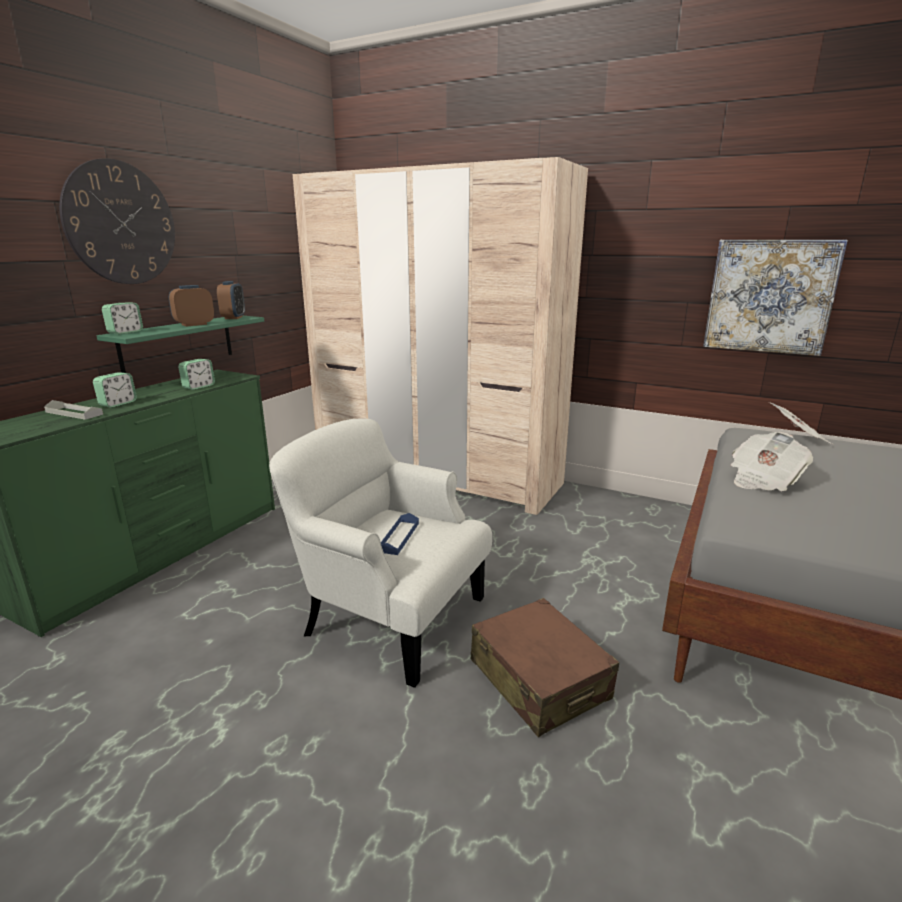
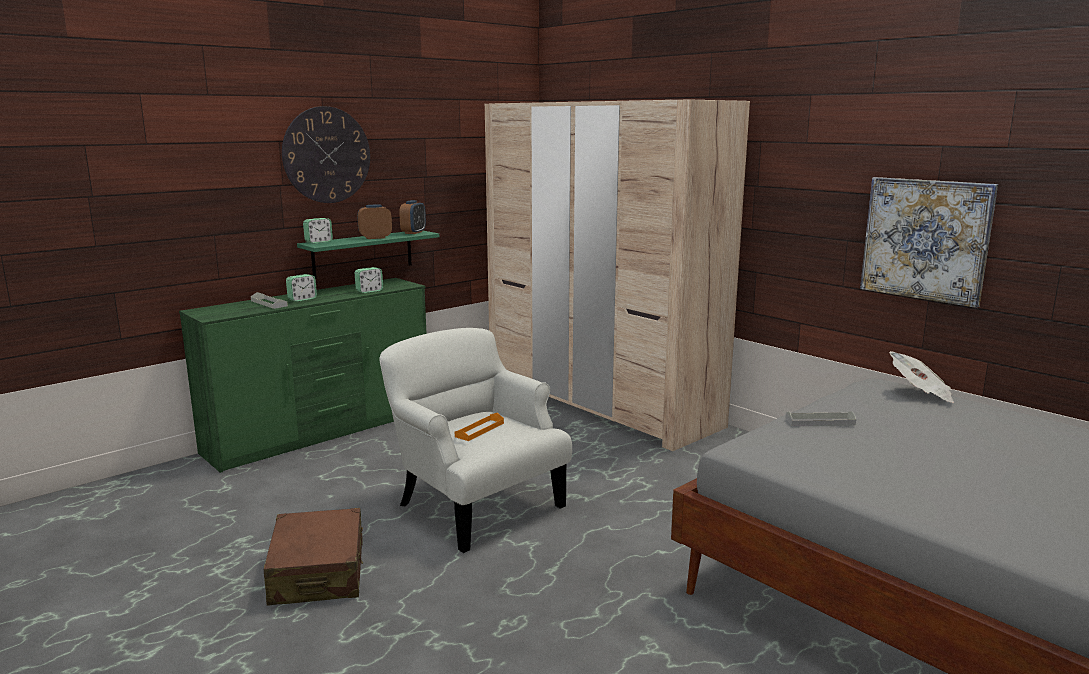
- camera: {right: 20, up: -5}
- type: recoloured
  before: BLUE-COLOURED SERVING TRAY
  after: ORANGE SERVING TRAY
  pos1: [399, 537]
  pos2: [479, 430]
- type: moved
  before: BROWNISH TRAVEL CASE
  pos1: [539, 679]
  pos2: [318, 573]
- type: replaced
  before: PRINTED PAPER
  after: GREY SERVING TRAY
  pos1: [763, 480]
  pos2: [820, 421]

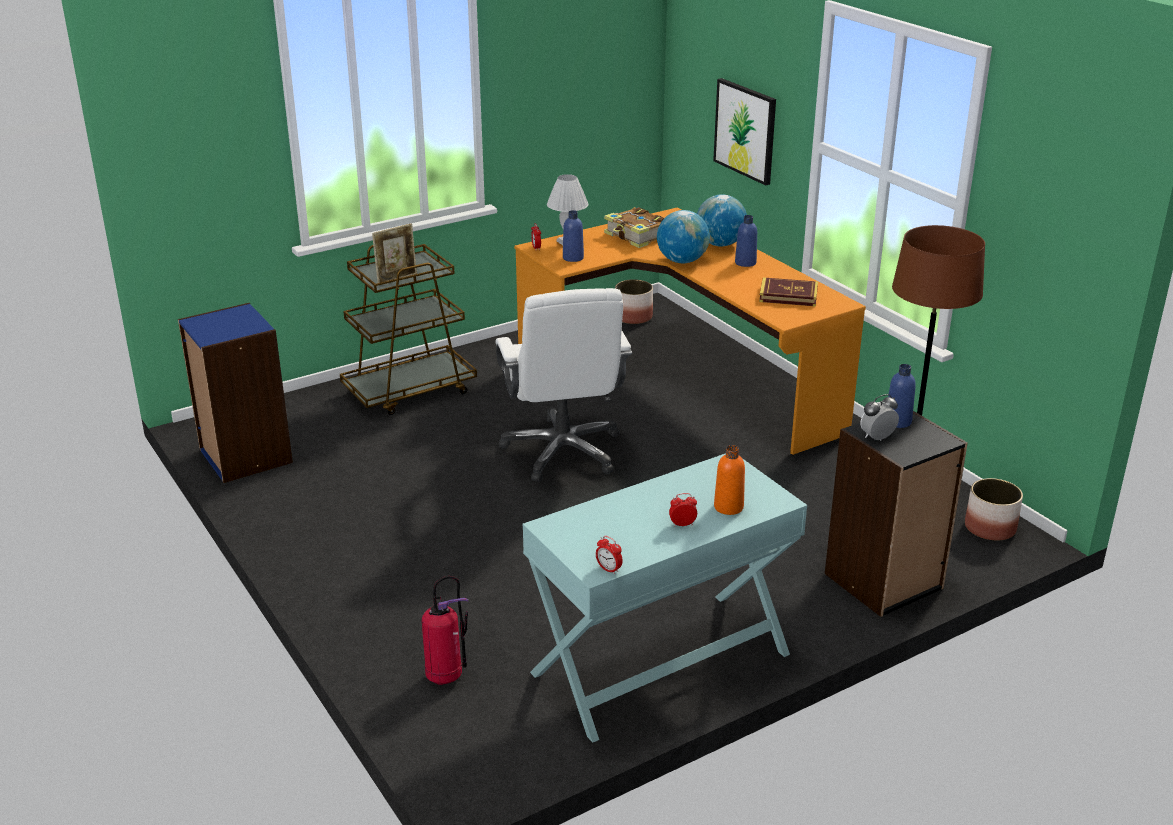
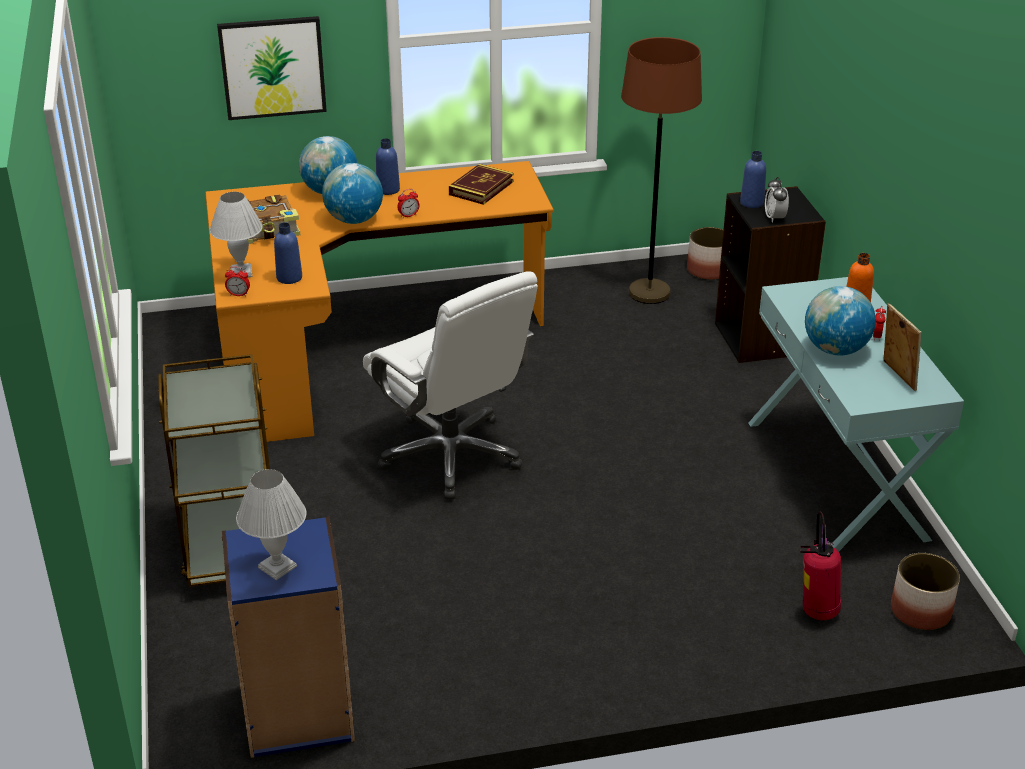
- camera: {right: -70, up: 5}
- type: moved
  before: PICTURE FRAME
  pos1: [396, 278]
  pos2: [896, 376]
- type: turned
  before: WHITE COMPUTER CHAIR
  pos1: [563, 451]
  pos2: [452, 455]
  turn: 45
- type: moved
  before: BEDSIDE CLOCK
  pos1: [609, 569]
  pos2: [408, 215]
- type: moved
  before: PLANTER
  pos1: [633, 317]
  pos2: [920, 611]
- type: added
  after: WHITE TABLETOP LAMP
  pos2: [276, 567]
- type: added
  after: GLOBE
  pos2: [835, 349]

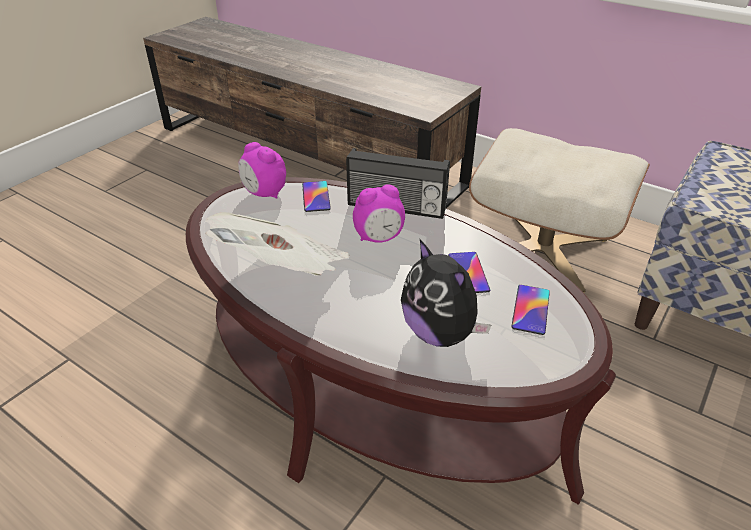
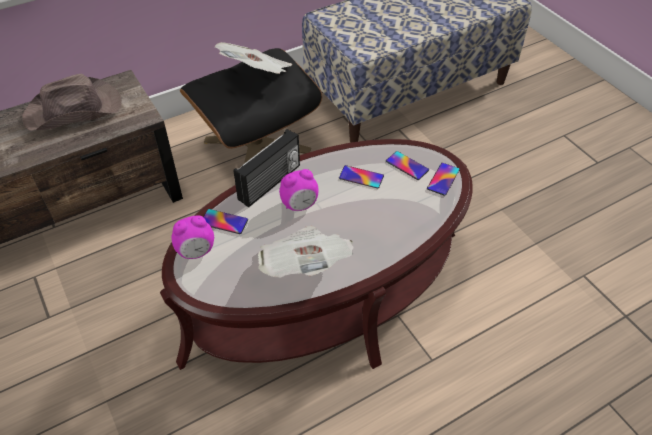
- camera: {right: -65, up: 10}
- type: turned
  before: BEDSIDE CLOCK
  pos1: [379, 238]
  pos2: [299, 205]
  turn: 60
- type: removed
  before: PLUSH TOY
  pos1: [440, 333]
- type: recoloured
  before: SAND-COLOURED FOOTREST
  after: BLACKISH FOOTREST
  pos1: [543, 249]
  pos2: [257, 145]
- type: added
  after: BROWNISH HAT
  pos2: [74, 110]
- type: added
  after: PRINTED PAPER
  pos2: [257, 74]
- type: added
  after: PHONE
  pos2: [443, 179]

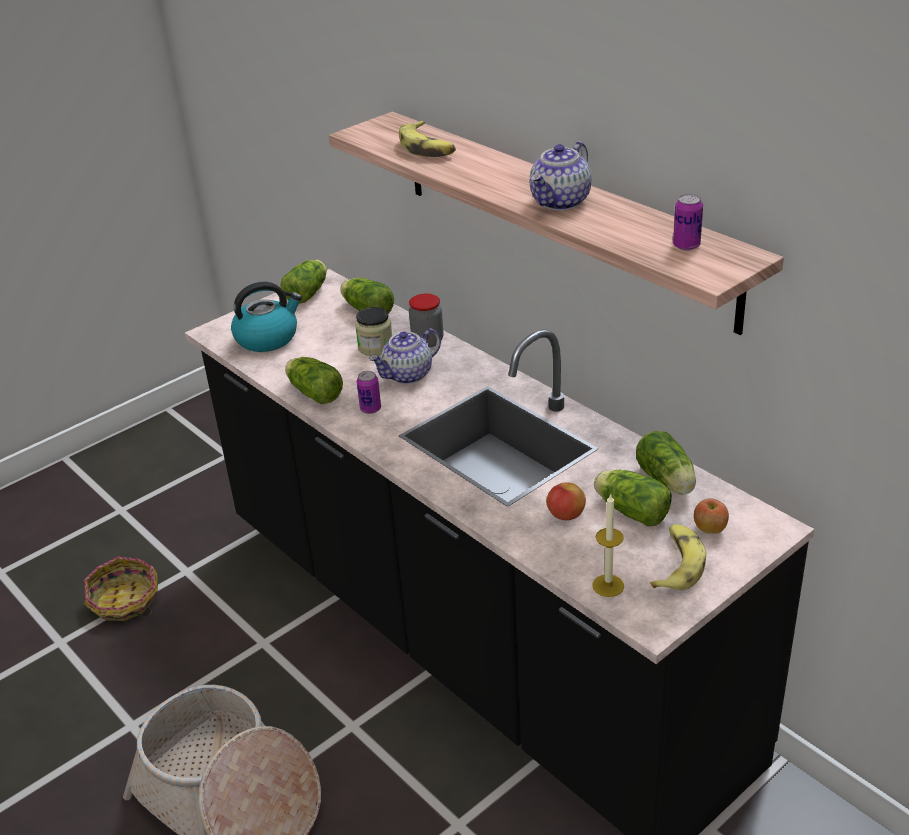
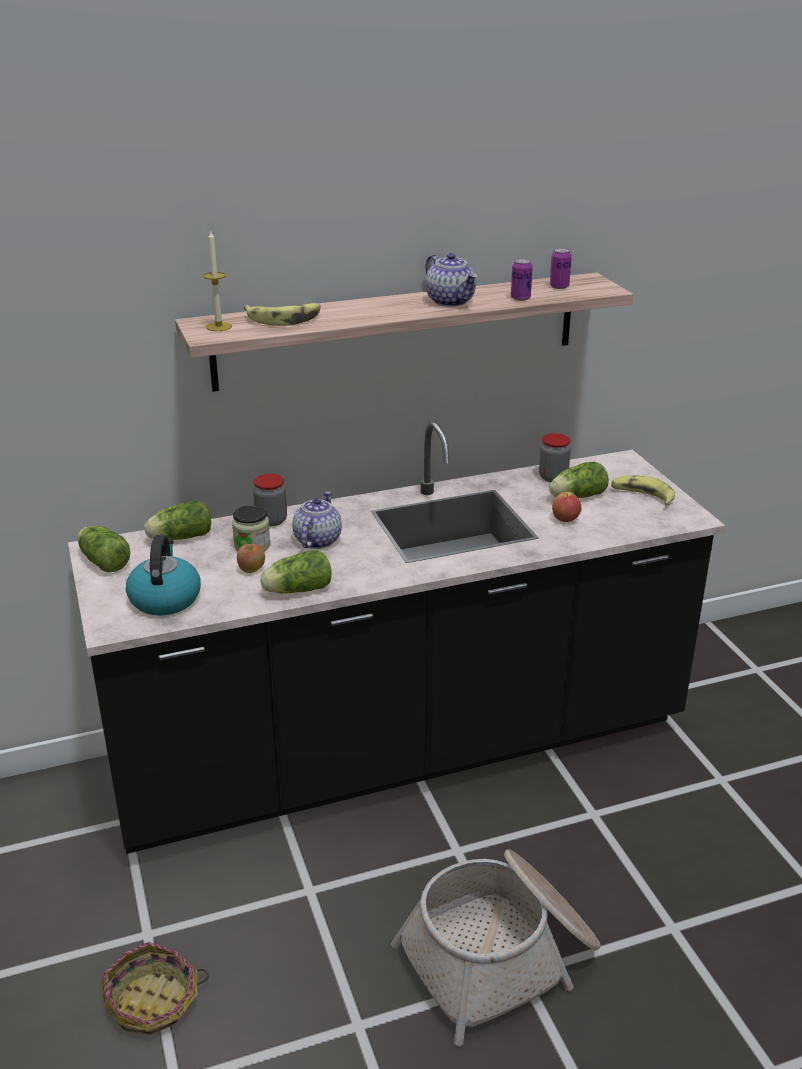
- camera: {right: -70, up: -5}
- type: moved
  before: CAN
  pos1: [370, 409]
  pos2: [520, 298]
- type: turned
  before: TEAPOT
  pos1: [408, 375]
  pos2: [317, 540]
  turn: -150
- type: moved
  before: WAX CANDLE
  pos1: [608, 585]
  pos2: [219, 327]
- type: replaced
  before: HEAD OF LETTUCE
  after: STORAGE JAR
  pos1: [667, 482]
  pos2: [553, 477]
- type: moved
  before: APPLE
  pos1: [709, 529]
  pos2: [252, 570]

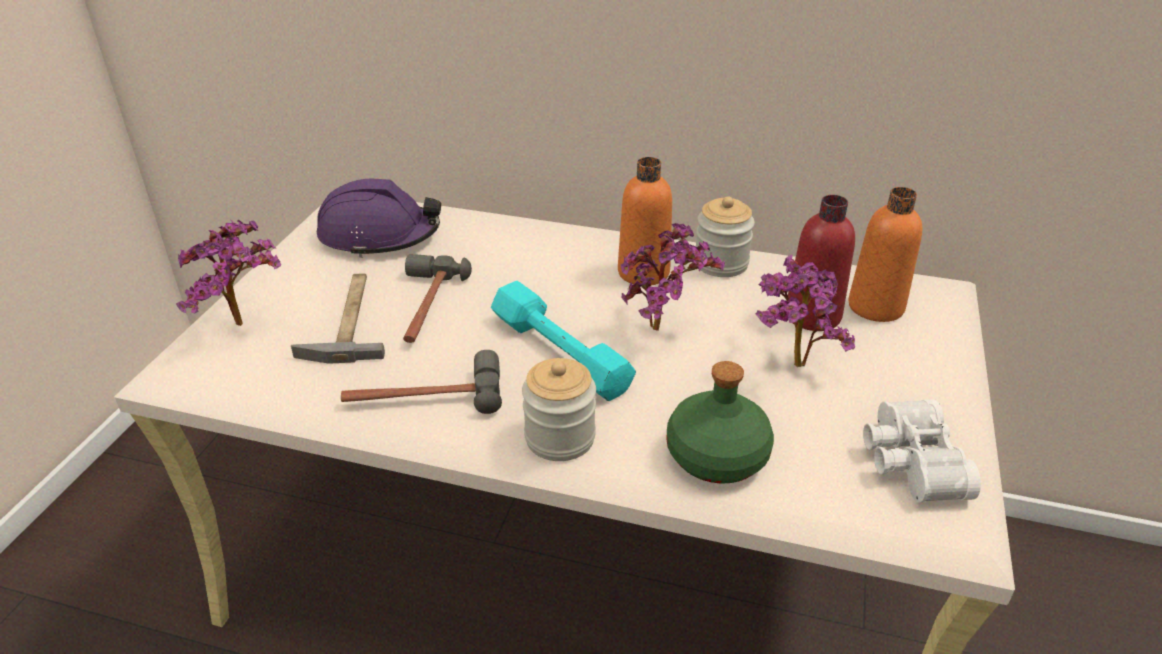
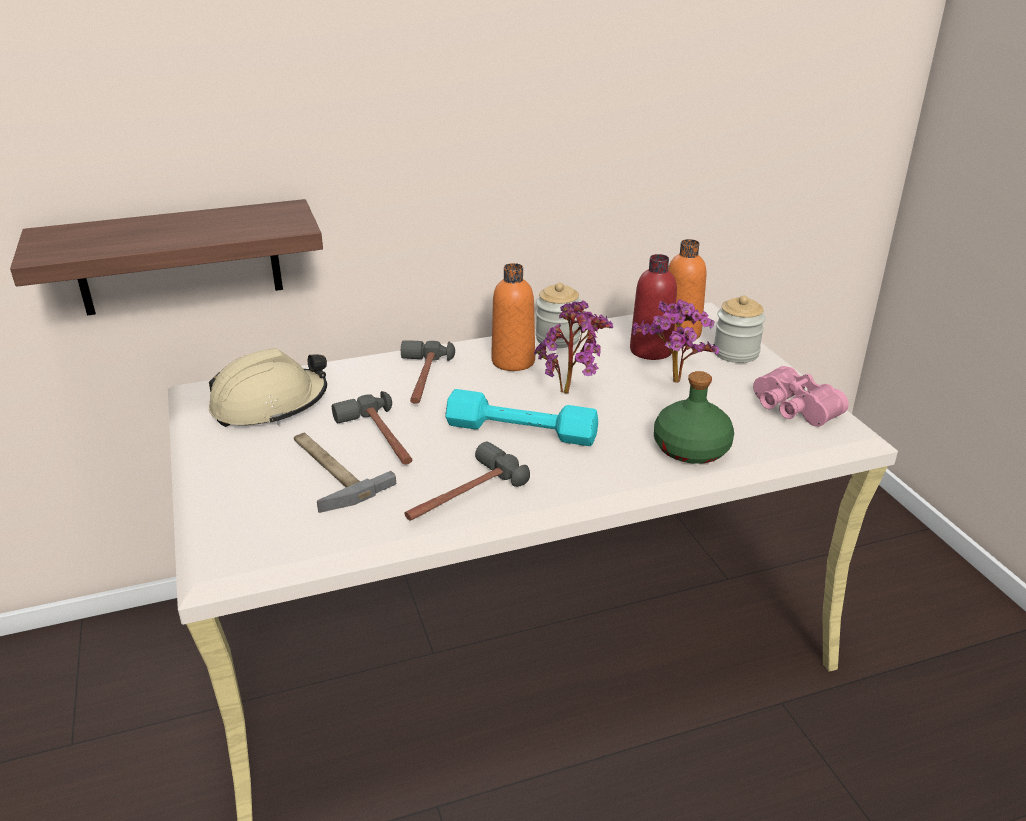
- camera: {right: -35, up: -5}
- type: removed
  before: POTTED PLANT
  pos1: [245, 326]
- type: recoloured
  before: PURPLE HARD HAT
  after: SAND-COLOURED HARD HAT
  pos1: [379, 236]
  pos2: [269, 405]
- type: moved
  before: STORAGE JAR
  pos1: [560, 437]
  pos2: [735, 353]
- type: recoloured
  before: WHITE PAIR OF BINOCULARS
  after: PINKISH PAIR OF BINOCULARS
  pos1: [908, 463]
  pos2: [792, 409]
- type: added
  after: BRACKET SHELF
  pos2: [179, 258]
- type: added
  after: HAMMER
  pos2: [421, 380]

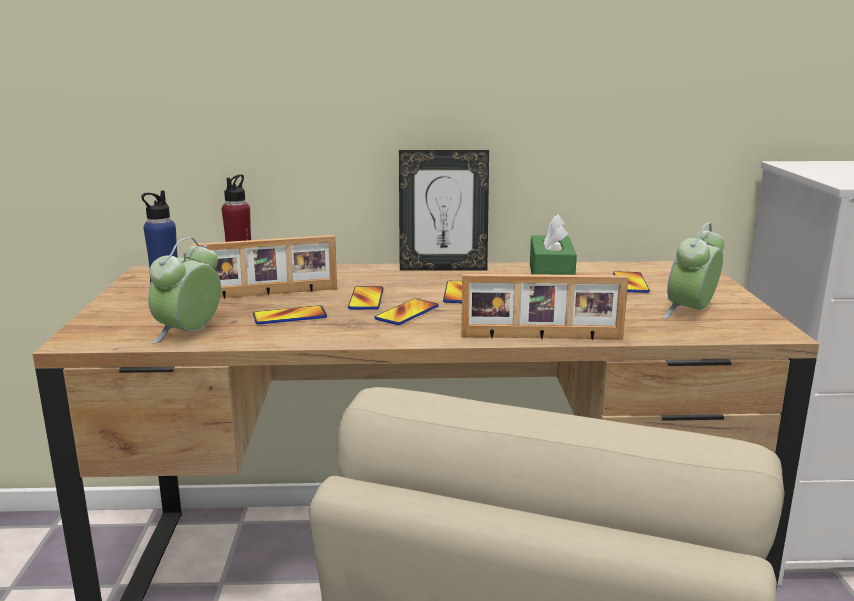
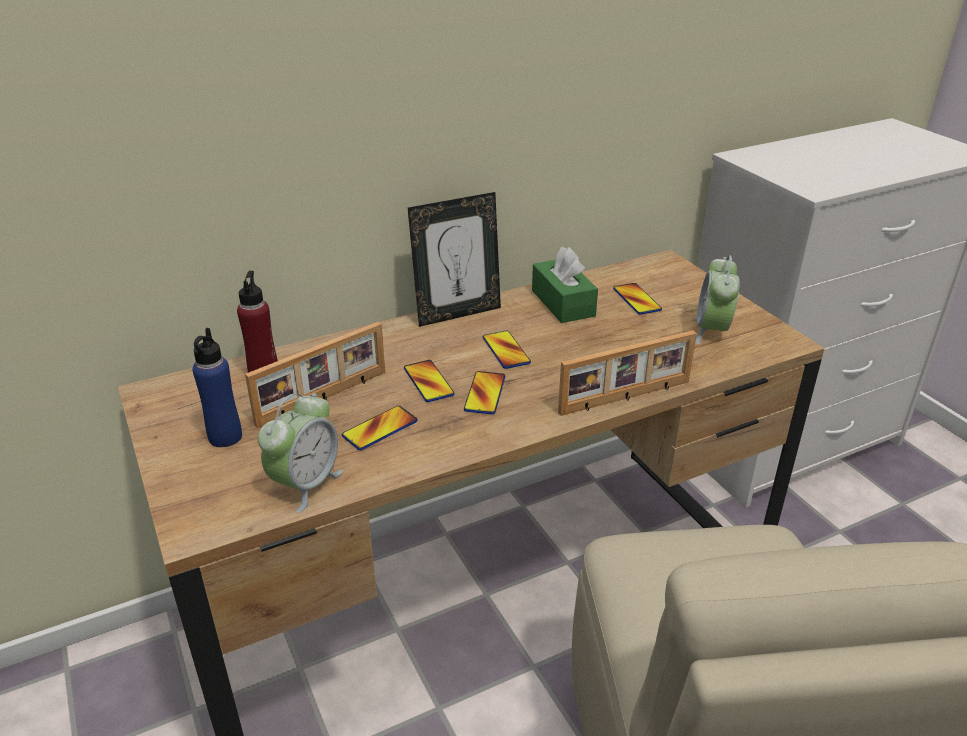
- camera: {right: -25, up: 15}
- type: turned
  before: BEDSIDE CLOCK
  pos1: [189, 334]
  pos2: [306, 484]
  turn: -150

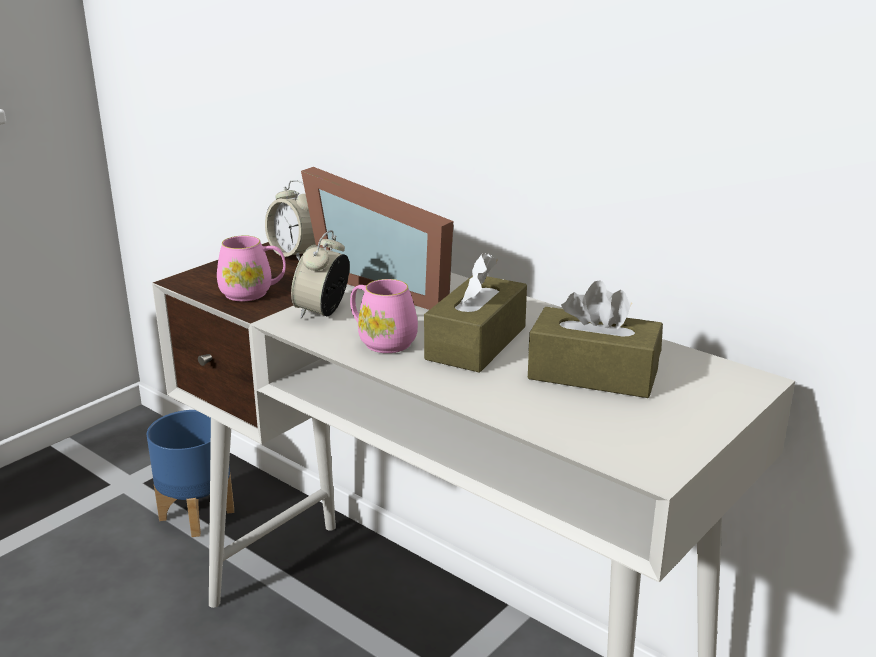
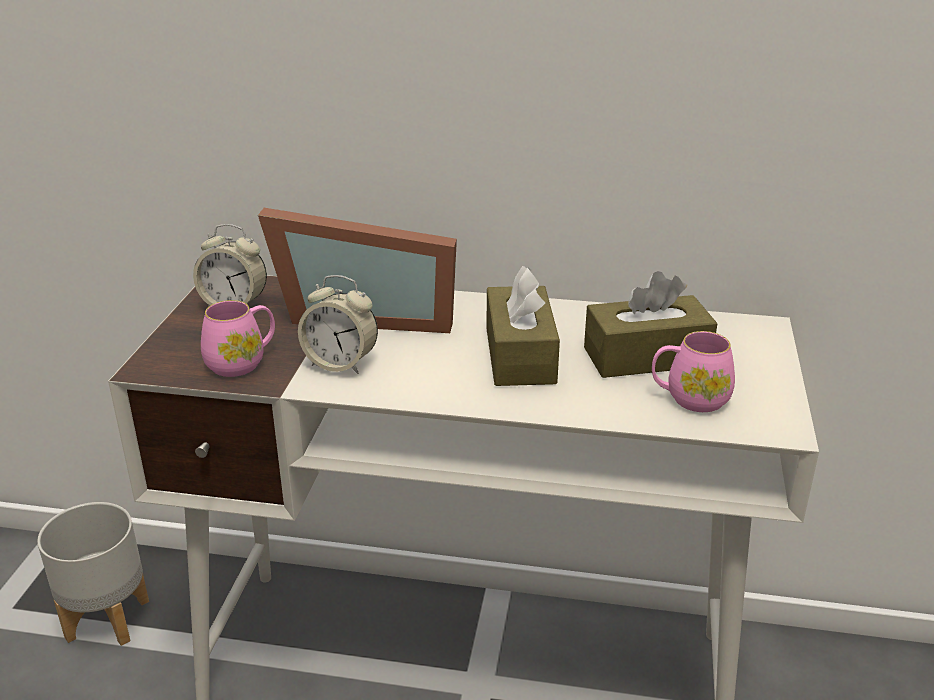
- camera: {right: -30, up: 5}
- type: recoloured
  before: BLUE-COLOURED PLANTER
  after: GREY PLANTER
  pos1: [198, 515]
  pos2: [109, 619]
- type: turned
  before: BEDSIDE CLOCK
  pos1: [322, 312]
  pos2: [340, 364]
  turn: -60
- type: moved
  before: PINKISH MUG
  pos1: [381, 341]
  pos2: [689, 398]

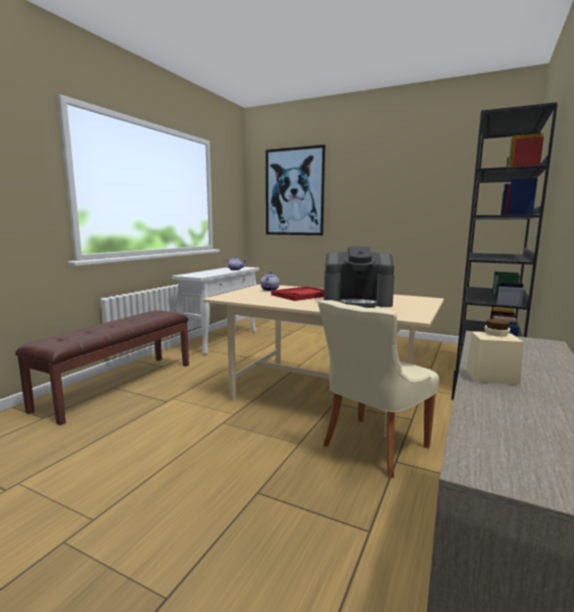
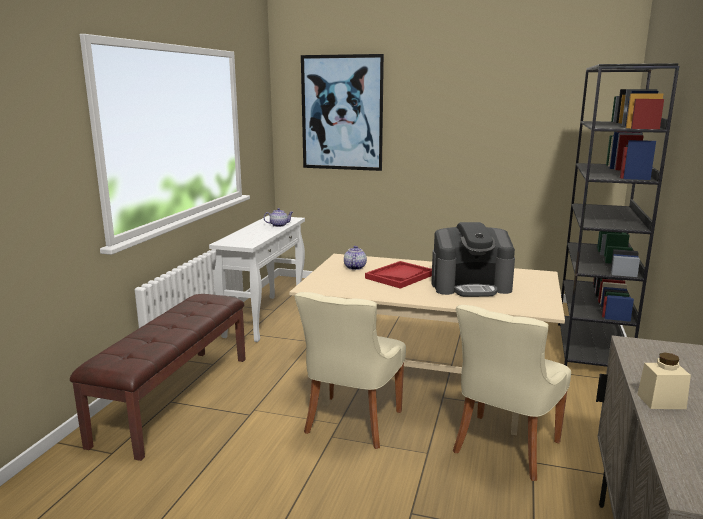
- camera: {right: -10, up: 5}
- type: added
  after: SAND-COLOURED PLAIN CHAIR
  pos2: [351, 423]

